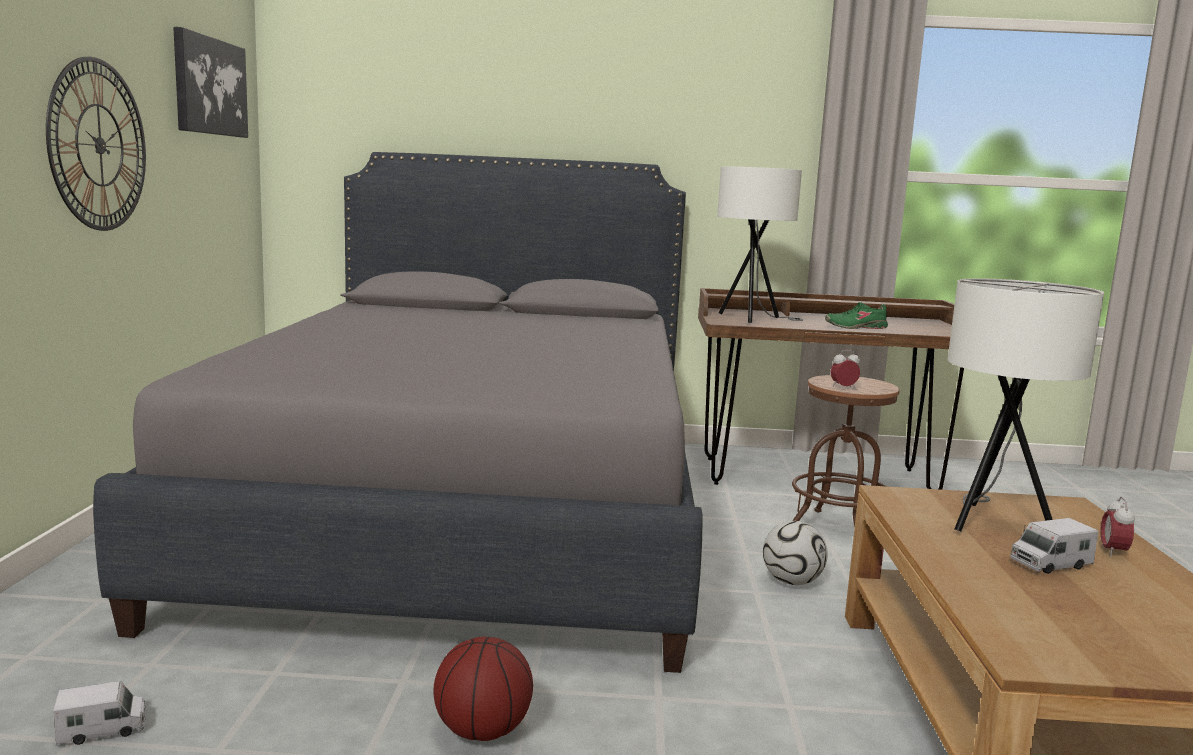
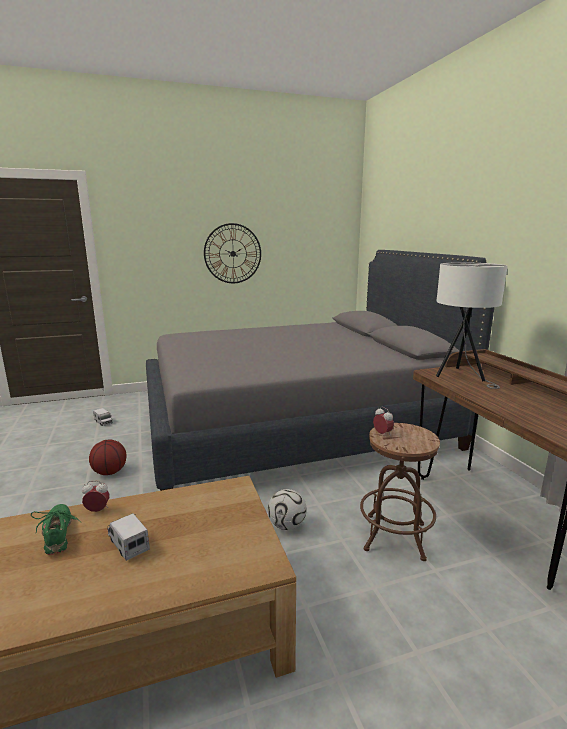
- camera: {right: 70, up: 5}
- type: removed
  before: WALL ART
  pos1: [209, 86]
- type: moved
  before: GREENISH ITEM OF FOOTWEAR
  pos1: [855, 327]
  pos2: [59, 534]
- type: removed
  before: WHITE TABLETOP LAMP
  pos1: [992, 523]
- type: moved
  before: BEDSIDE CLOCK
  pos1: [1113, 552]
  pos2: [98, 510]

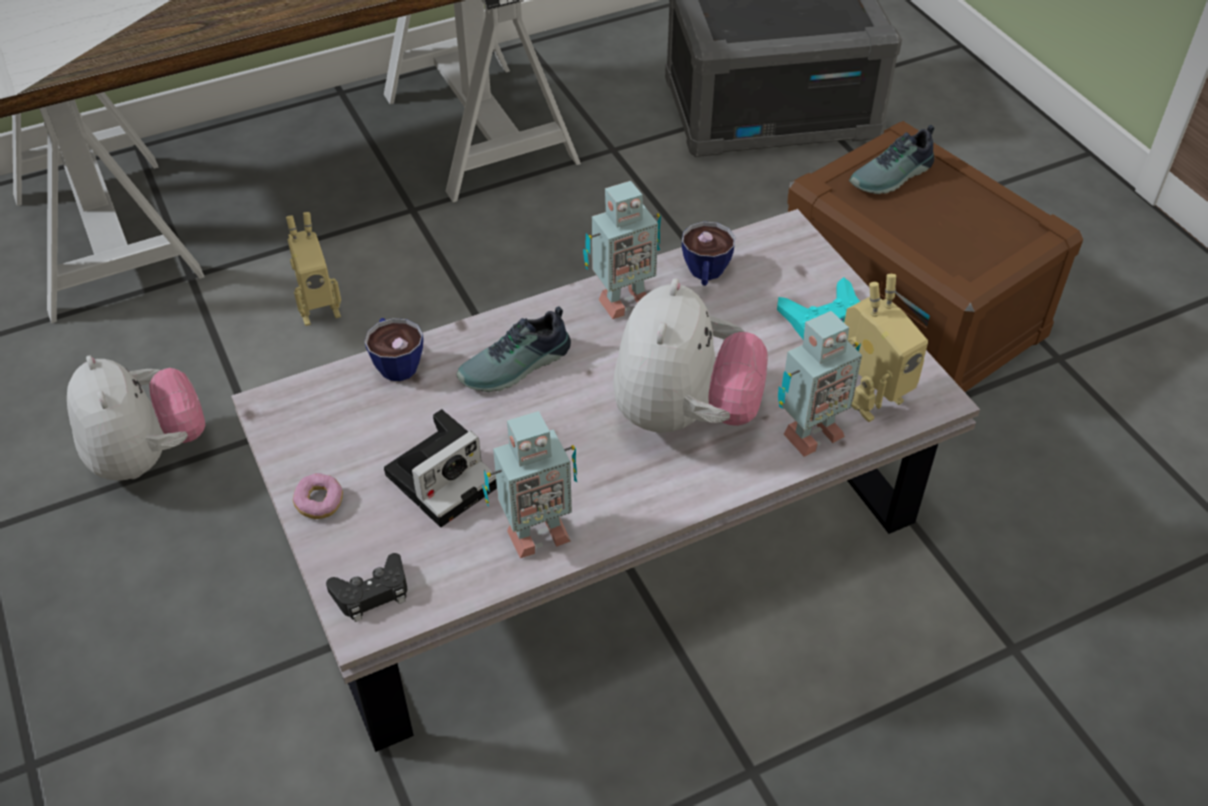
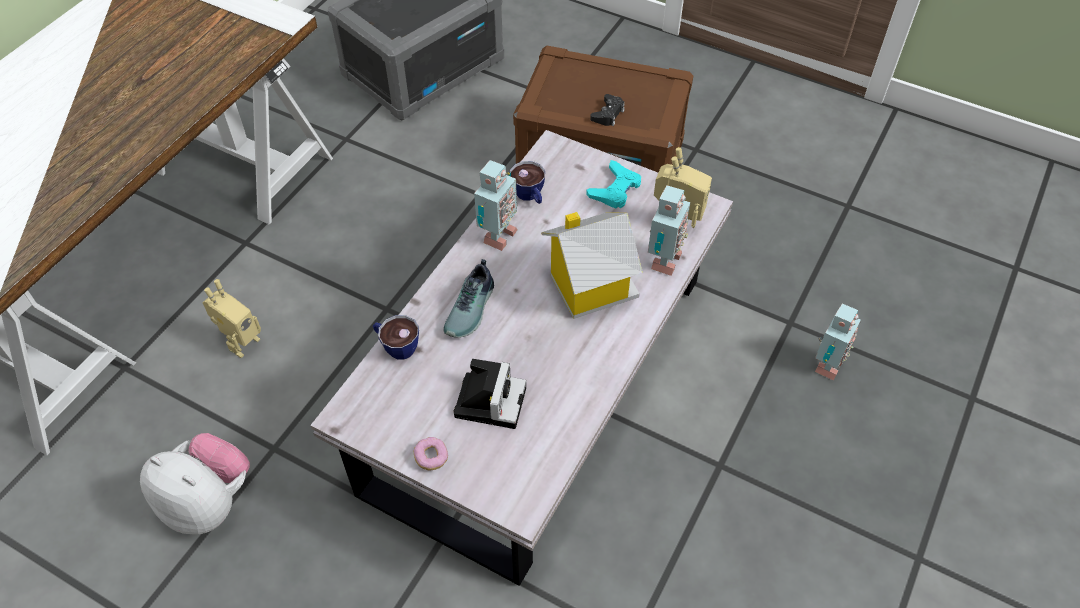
- camera: {right: -35, up: 5}
- type: moved
  before: BLACKISH GAMEPAD
  pos1: [372, 593]
  pos2: [608, 114]
- type: moved
  before: TOY ROBOT
  pos1: [535, 533]
  pos2: [825, 365]
- type: replaced
  before: PLUSH TOY
  after: TOY HOUSE
  pos1: [683, 415]
  pos2: [589, 286]
- type: removed
  before: ITEM OF FOOTWEAR
  pos1: [893, 177]

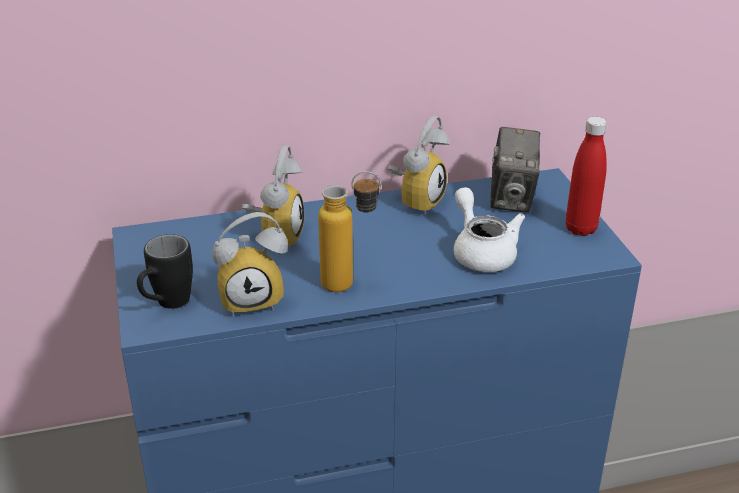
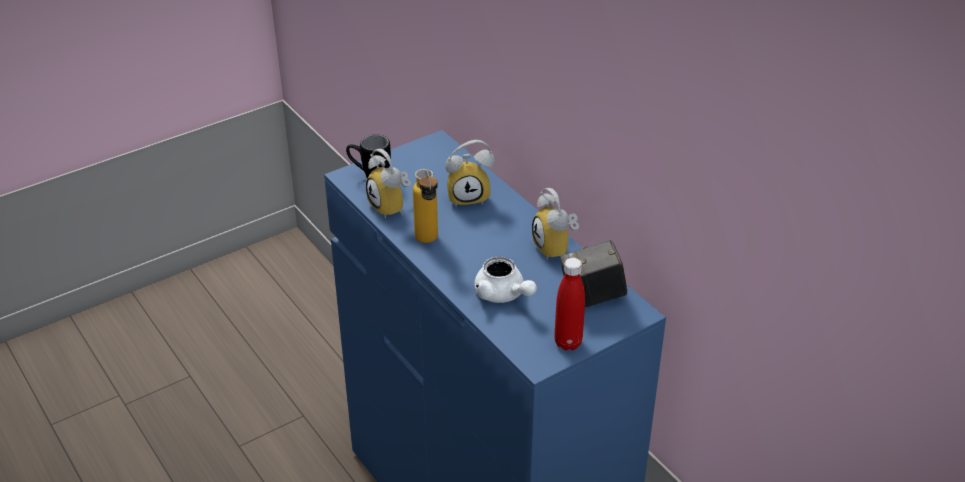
- camera: {right: 70, up: 5}
- type: turned
  before: BEDSIDE CLOCK
  pos1: [417, 200]
  pos2: [557, 249]
  turn: 60
- type: turned
  before: WHITE TEAPOT
  pos1: [482, 252]
  pos2: [503, 295]
  turn: 90

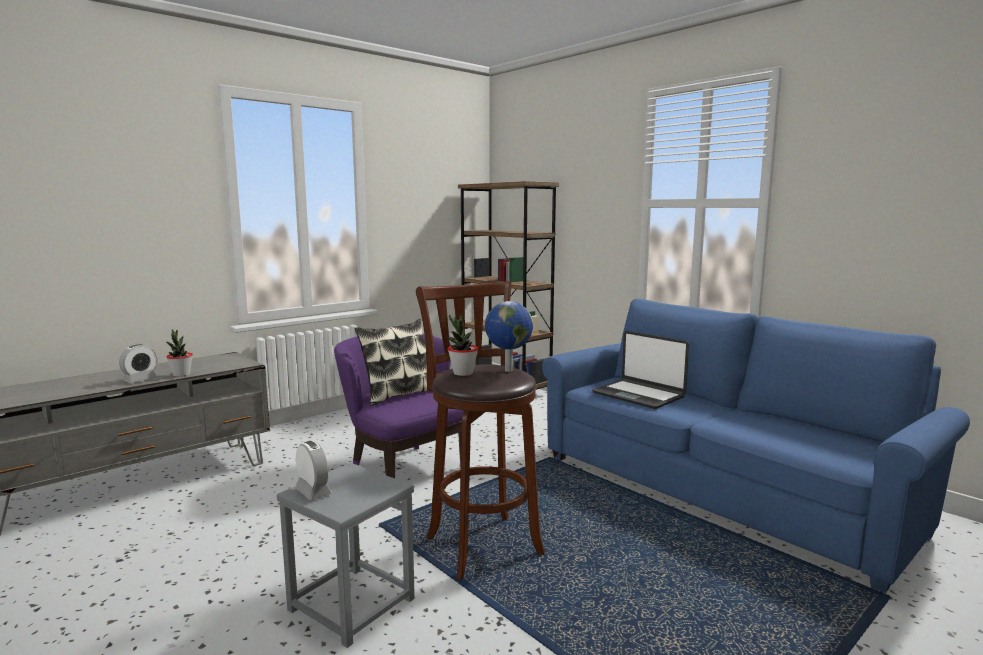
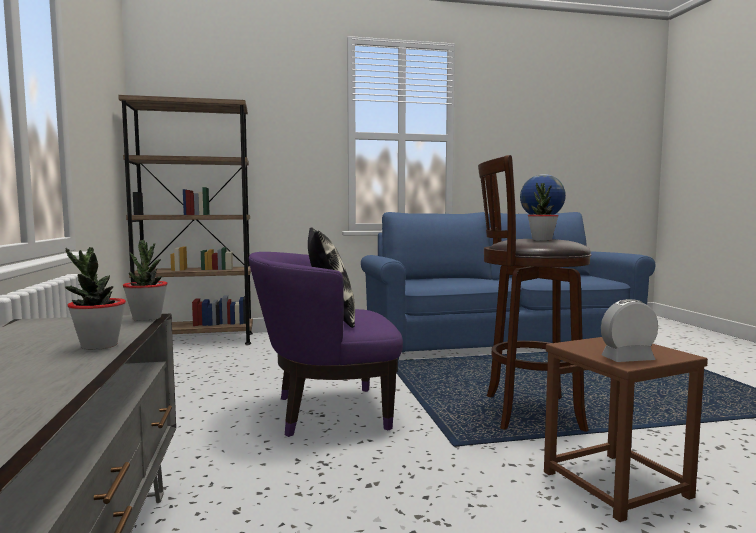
- camera: {right: -60, up: -5}
- type: removed
  before: BEDSIDE CLOCK
  pos1: [140, 380]
- type: recoloured
  before: GREY SITTING STOOL
  after: BROWNISH SITTING STOOL
  pos1: [350, 604]
  pos2: [616, 485]
- type: removed
  before: PORTABLE COMPUTER
  pos1: [639, 395]
- type: added
  after: POTTED PLANT
  pos2: [147, 318]

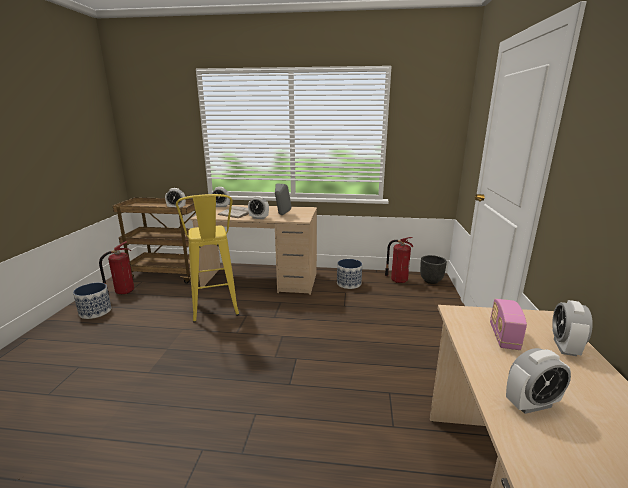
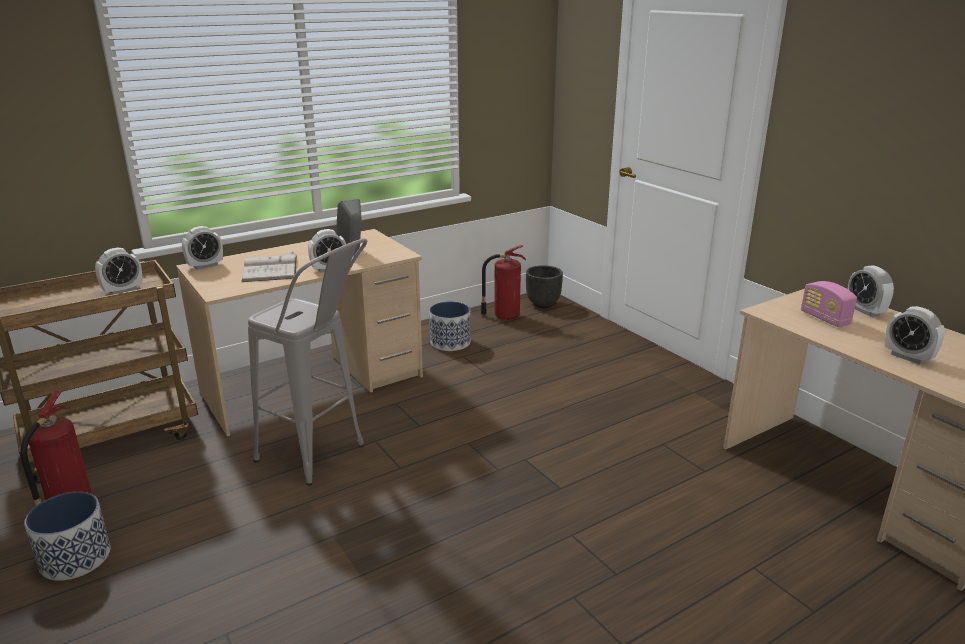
- camera: {right: -40, up: 5}
- type: recoloured
  before: YELLOW SITTING STOOL
  after: GREY SITTING STOOL
  pos1: [215, 313]
  pos2: [322, 459]
- type: turned
  before: BEDSIDE CLOCK
  pos1: [531, 404]
  pos2: [908, 357]
  turn: 105

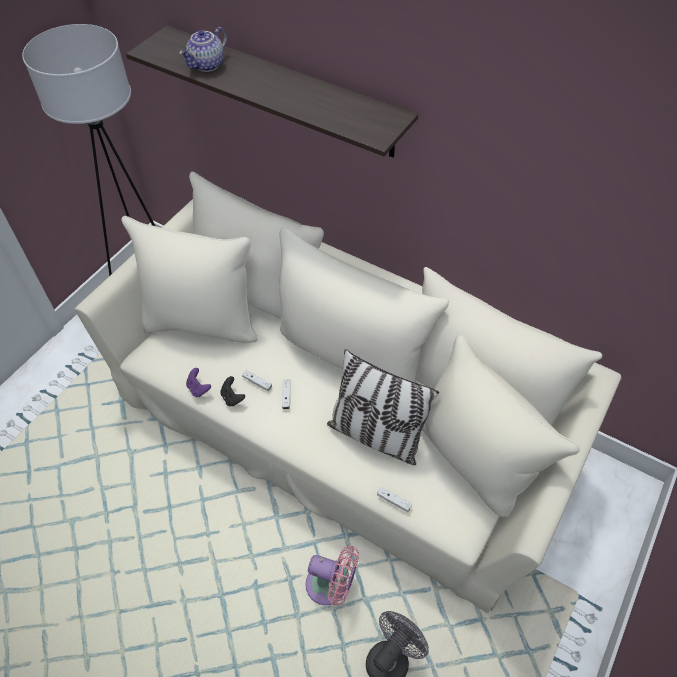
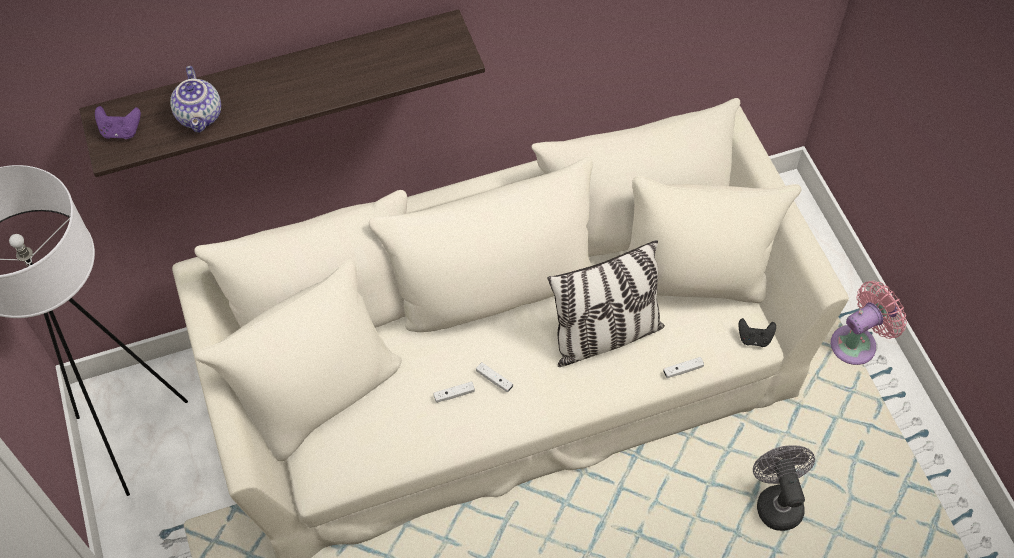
- camera: {right: -50, up: 5}
- type: moved
  before: PURPLE GAMEPAD
  pos1: [198, 389]
  pos2: [121, 131]
- type: moved
  before: BLACKISH GAMEPAD
  pos1: [232, 397]
  pos2: [754, 338]
- type: moved
  before: PINKISH FAN
  pos1: [331, 586]
  pos2: [857, 343]

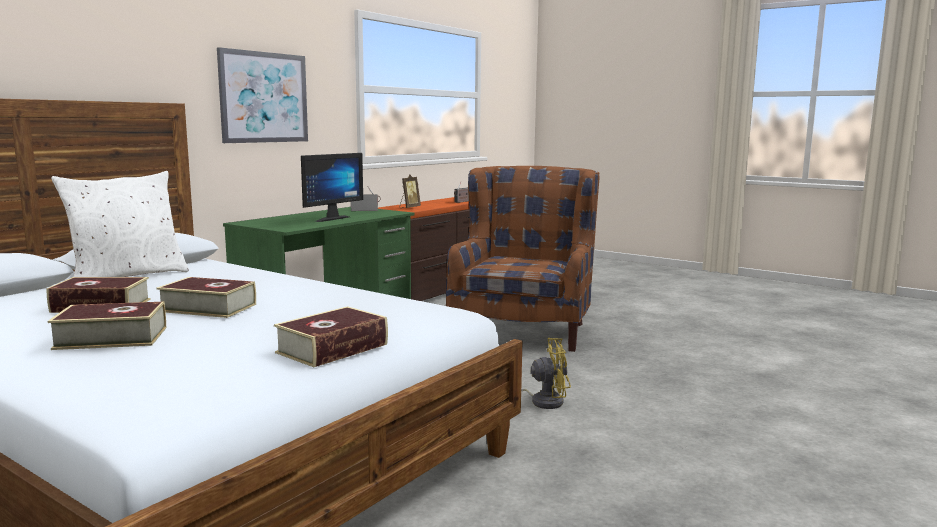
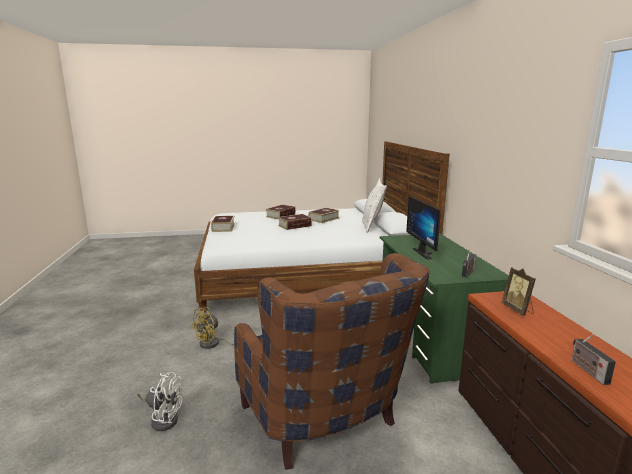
- camera: {right: 135, up: 5}
- type: removed
  before: WALL ART
  pos1: [264, 97]
- type: added
  after: WHITE FAN
  pos2: [163, 419]

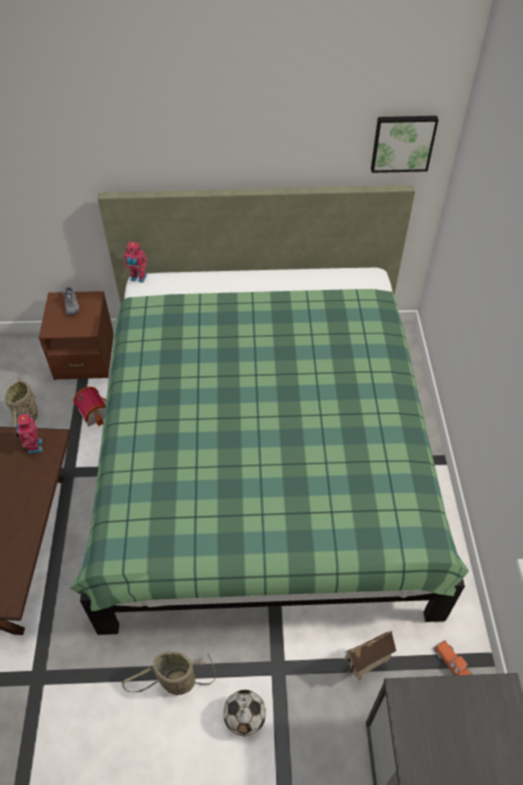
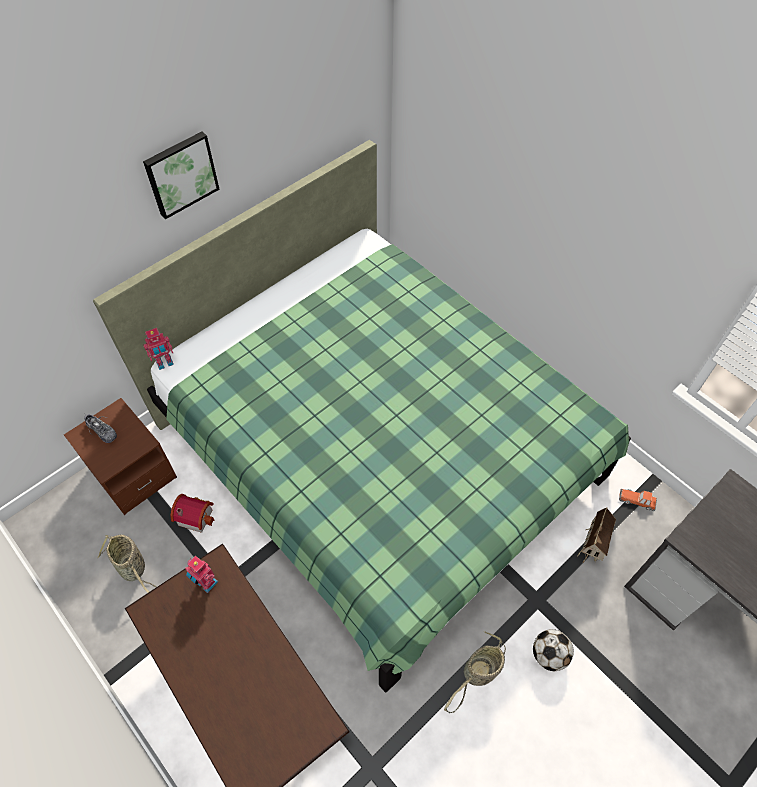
- camera: {right: -40, up: 5}
- type: moved
  before: WALL ART
  pos1: [402, 142]
  pos2: [181, 174]

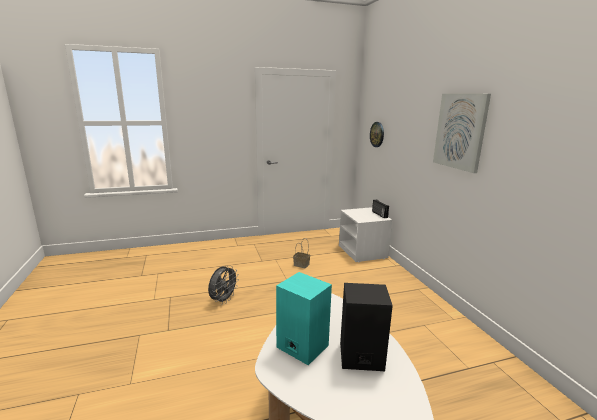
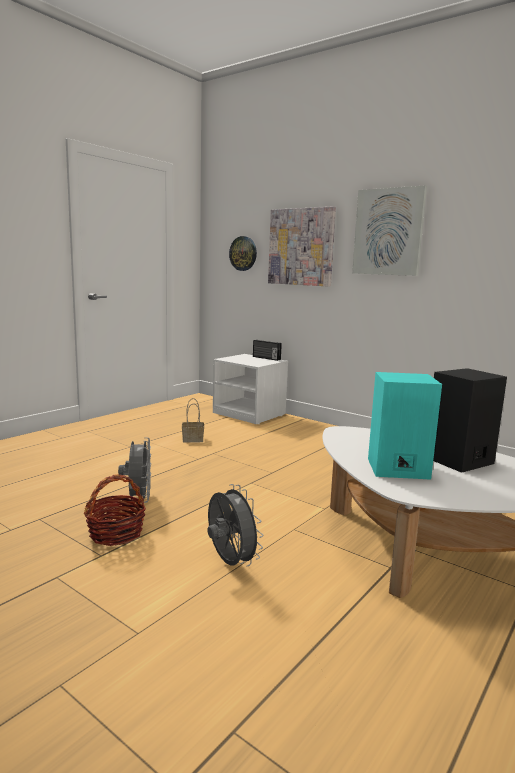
- camera: {right: -35, up: -5}
- type: added
  after: STORAGE BASKET
  pos2: [116, 533]
- type: added
  after: GREY FAN
  pos2: [229, 563]
- type: added
  after: WALL ART
  pos2: [301, 247]

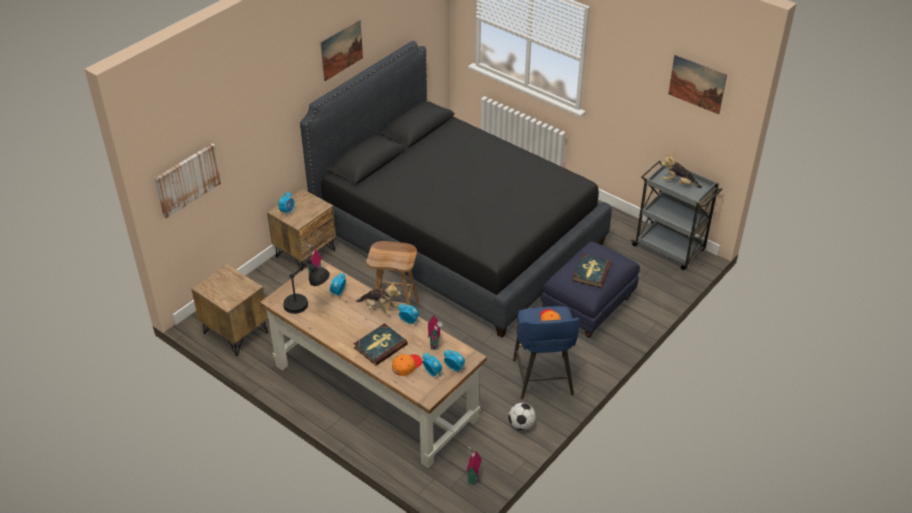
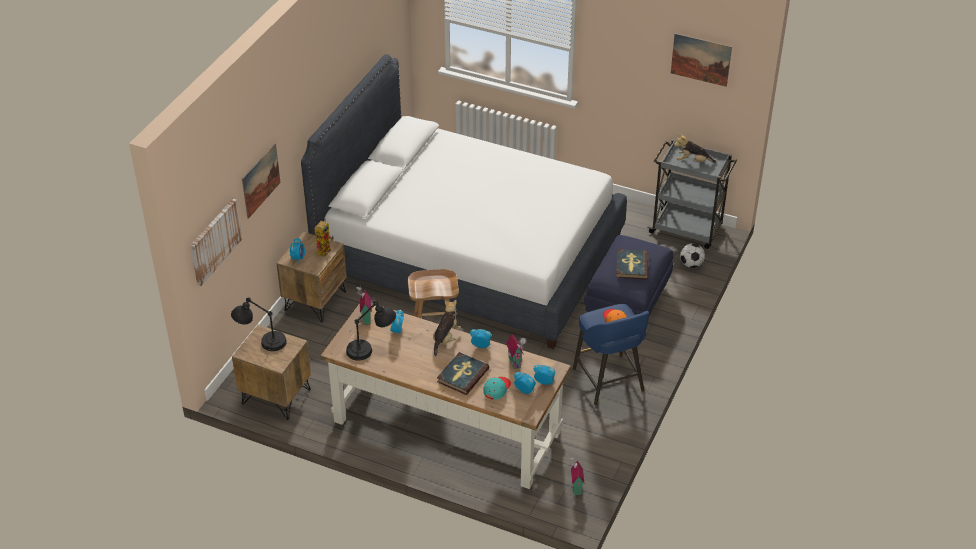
- camera: {right: -15, up: 0}
- type: recoloured
  before: BLACKISH SLEEPING BED
  after: WHITE SLEEPING BED
  pos1: [458, 237]
  pos2: [469, 255]
- type: moved
  before: WALL ART
  pos1: [341, 49]
  pos2: [260, 180]
- type: turned
  before: PLUSH TOY
  pos1: [379, 308]
  pos2: [446, 339]
  turn: -75
- type: recoloured
  before: ORANGE CAP
  after: BLUE-GREEN CAP
  pos1: [406, 366]
  pos2: [497, 389]
- type: moved
  before: BALL FOR FOOTBALL
  pos1: [521, 425]
  pos2: [691, 264]
- type: added
  after: BLACKISH TABLETOP LAMP
  pos2: [262, 343]
- type: added
  after: TOY ROBOT
  pos2: [324, 249]

